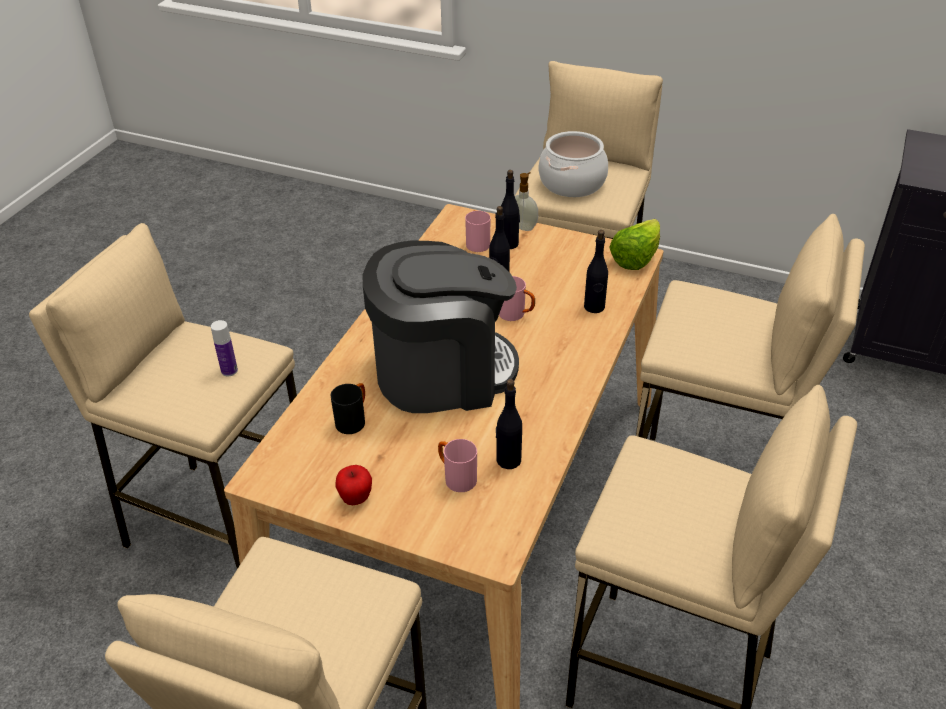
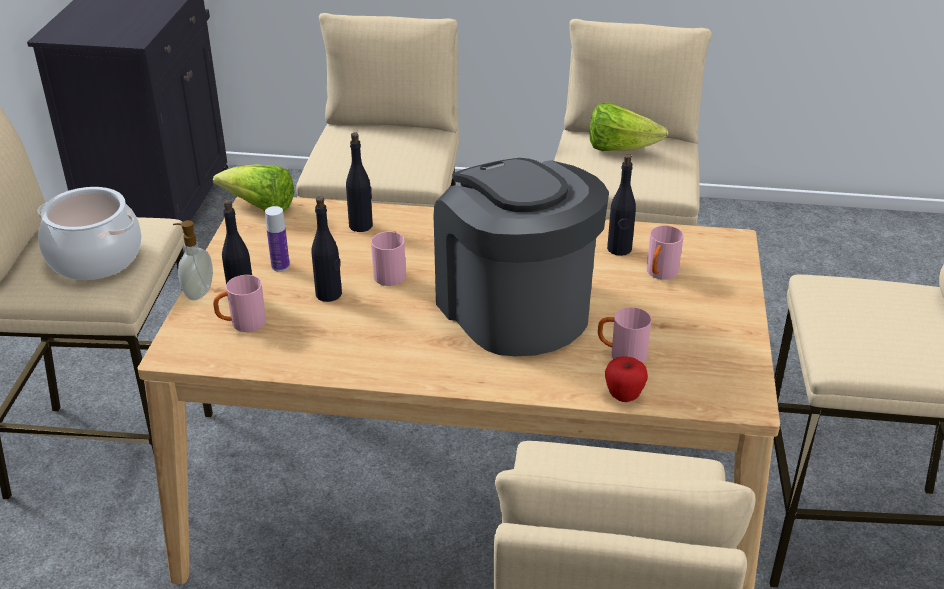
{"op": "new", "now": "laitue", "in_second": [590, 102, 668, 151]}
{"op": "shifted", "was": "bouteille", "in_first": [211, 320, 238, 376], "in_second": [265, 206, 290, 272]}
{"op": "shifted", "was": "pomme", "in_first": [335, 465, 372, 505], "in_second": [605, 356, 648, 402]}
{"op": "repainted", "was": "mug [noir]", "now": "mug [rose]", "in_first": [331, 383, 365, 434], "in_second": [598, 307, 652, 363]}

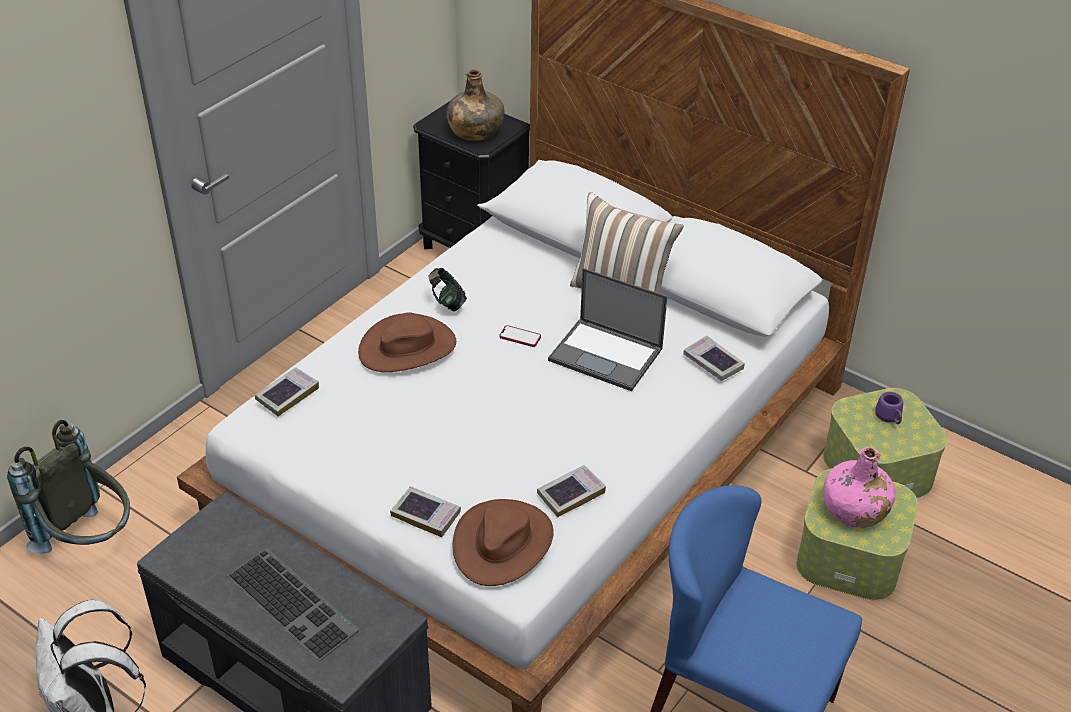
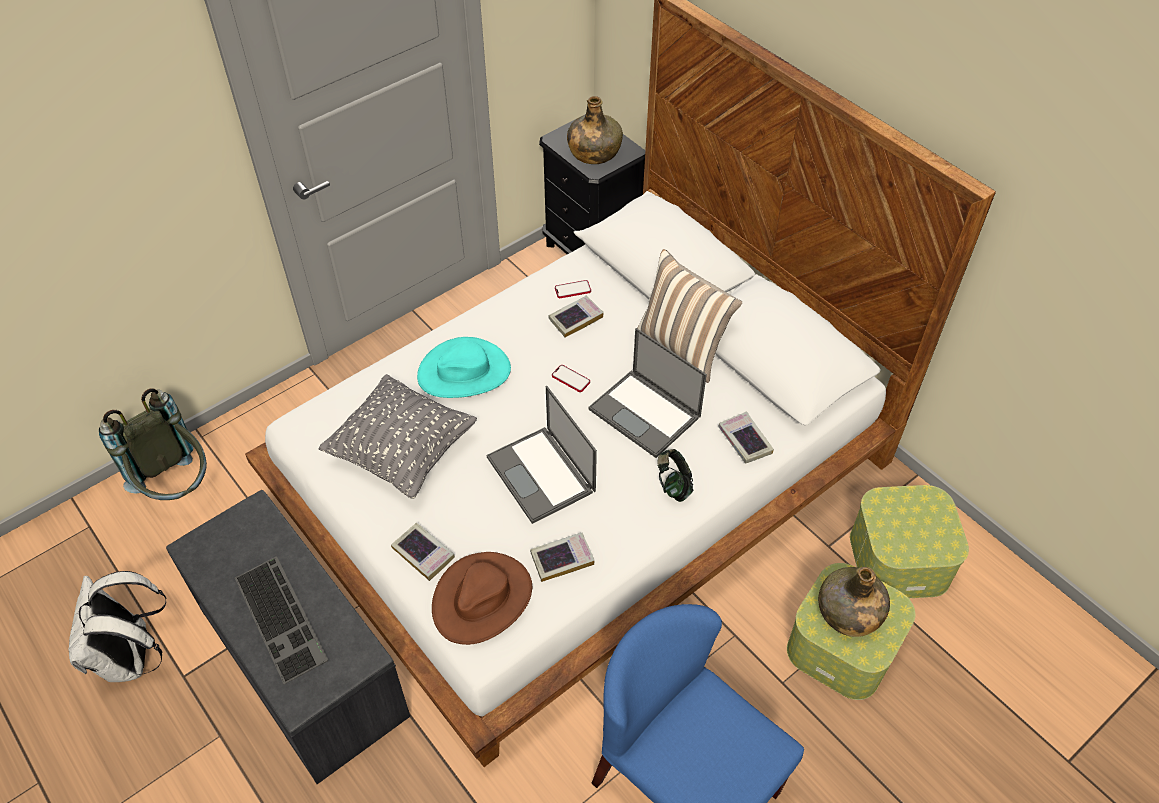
{"op": "gone", "was": "mug [violet]", "in_first": [875, 392, 903, 424]}
{"op": "new", "now": "coussin [gris]", "in_second": [319, 374, 477, 499]}
{"op": "new", "now": "ordinateur portable", "in_second": [487, 386, 597, 524]}
{"op": "new", "now": "téléphone", "in_second": [555, 280, 591, 298]}
{"op": "shifted", "was": "livre", "in_first": [255, 367, 319, 416], "in_second": [548, 296, 604, 338]}
{"op": "shifted", "was": "casque audio", "in_first": [429, 268, 467, 312], "in_second": [657, 449, 694, 502]}
{"op": "repainted", "was": "chapeau [marron]", "now": "chapeau [turquoise]", "in_first": [358, 312, 456, 372], "in_second": [417, 337, 511, 398]}
{"op": "repainted", "was": "bouteille [rose]", "now": "bouteille [vert]", "in_first": [823, 447, 896, 528], "in_second": [818, 567, 890, 637]}

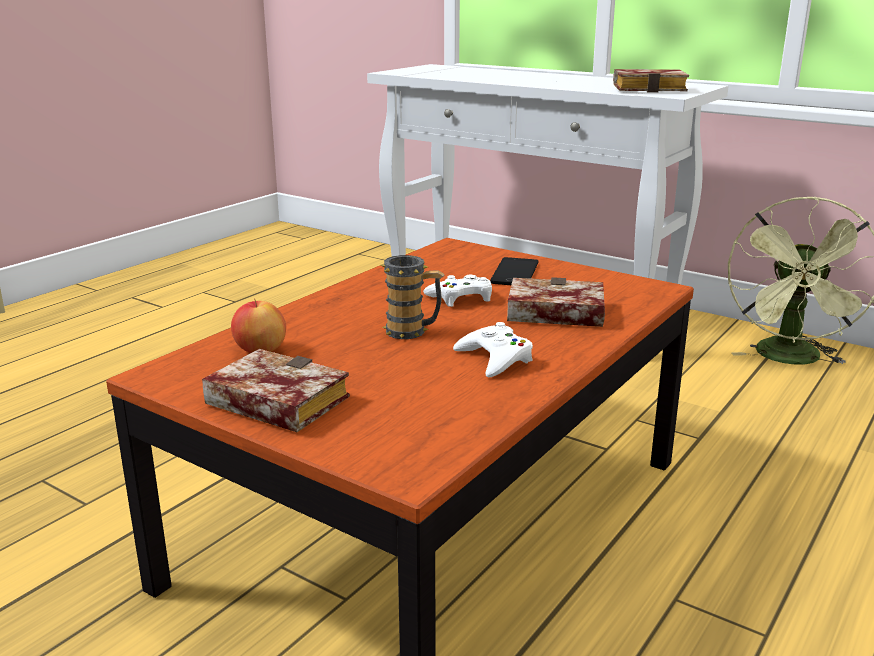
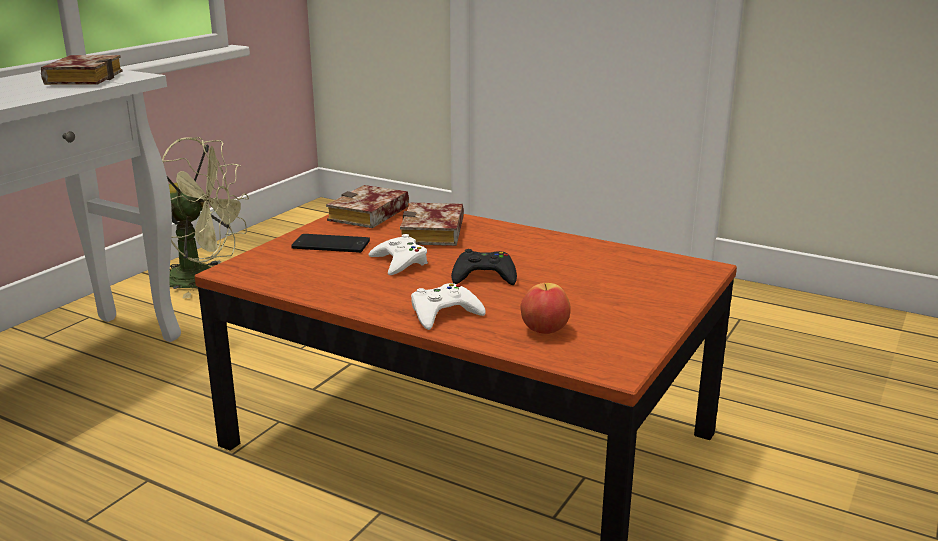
{"op": "shifted", "was": "livre", "in_first": [202, 349, 350, 432], "in_second": [326, 185, 409, 228]}
{"op": "shifted", "was": "manette [blanc]", "in_first": [453, 322, 533, 377], "in_second": [411, 283, 486, 330]}
{"op": "swapped", "was": "mug", "now": "manette [noir]", "in_first": [381, 255, 445, 339], "in_second": [451, 249, 517, 285]}

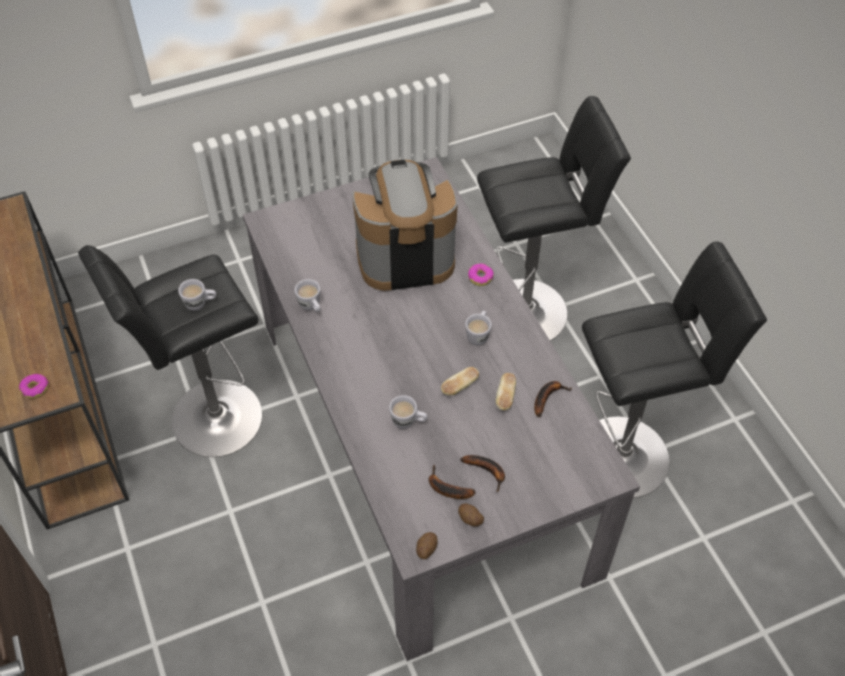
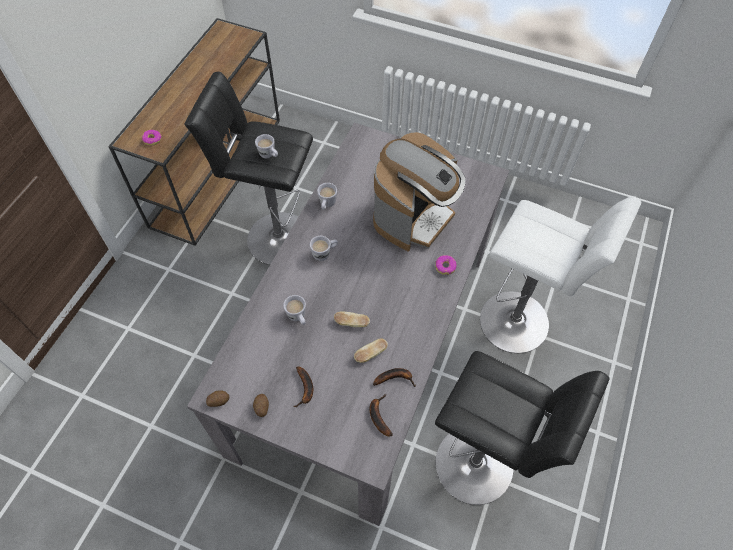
{"op": "shifted", "was": "banane", "in_first": [429, 465, 476, 499], "in_second": [370, 394, 392, 436]}
{"op": "shifted", "was": "mug [blanc]", "in_first": [465, 311, 492, 346], "in_second": [310, 236, 338, 261]}
{"op": "repainted", "was": "tabouret [noir]", "now": "tabouret [blanc]", "in_first": [477, 96, 631, 341], "in_second": [480, 196, 641, 353]}
{"op": "rotated", "was": "machine à café", "in_first": [352, 160, 458, 291], "in_second": [373, 132, 465, 251], "clockwise": 90}

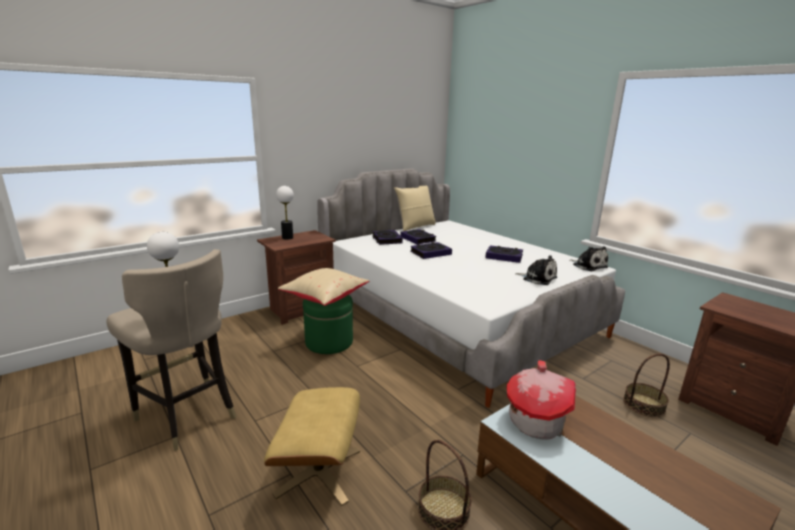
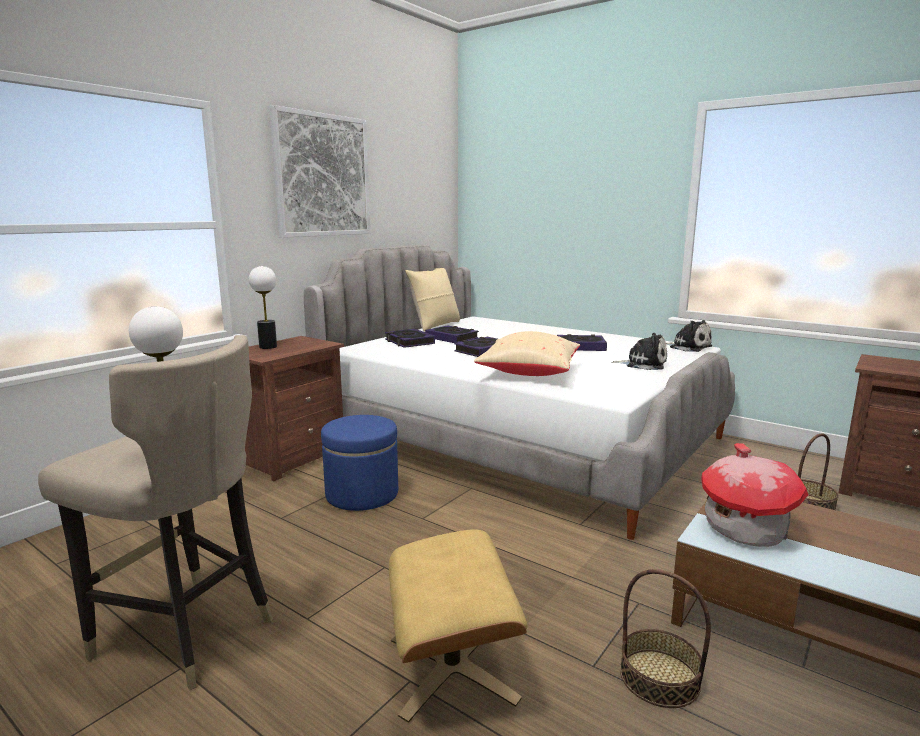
{"op": "new", "now": "tableau", "in_second": [269, 105, 370, 238]}
{"op": "shifted", "was": "coussin [beige]", "in_first": [278, 268, 369, 306], "in_second": [474, 331, 580, 376]}
{"op": "repainted", "was": "pouf [vert]", "now": "pouf [bleu]", "in_first": [303, 295, 353, 354], "in_second": [321, 415, 398, 511]}

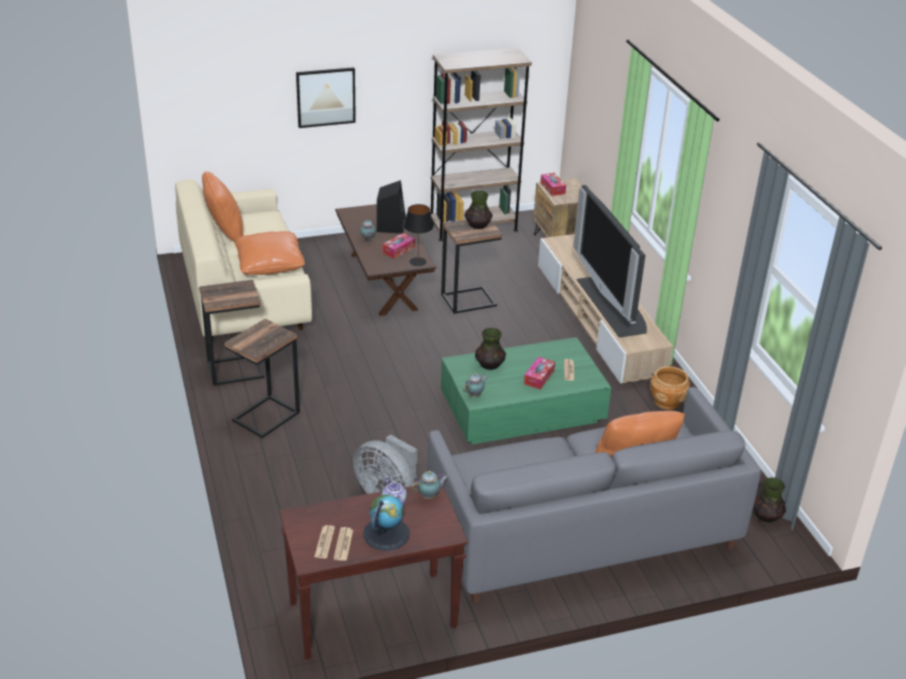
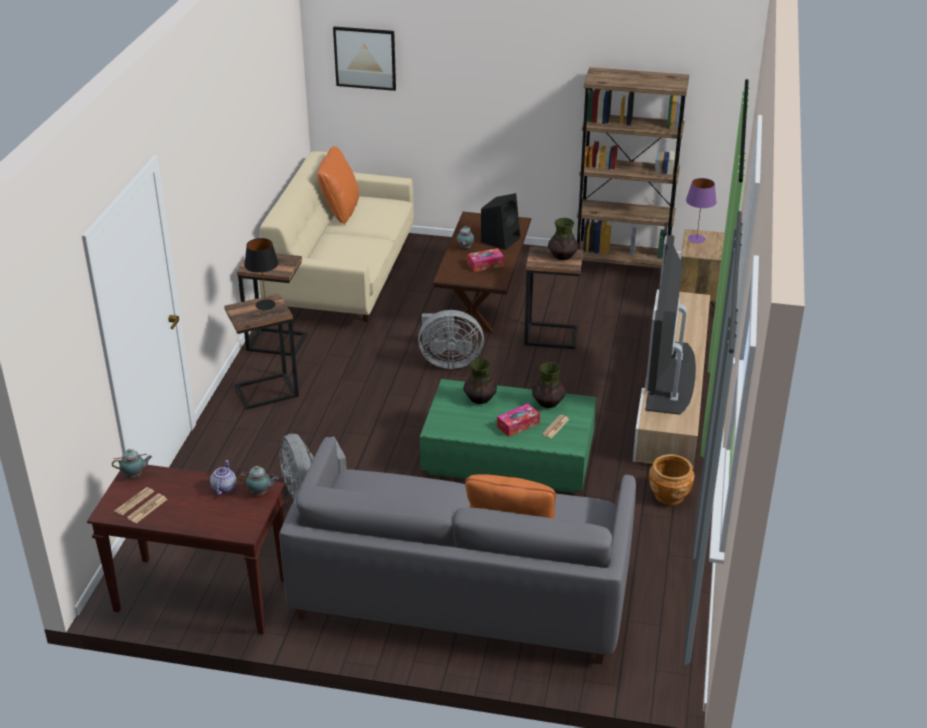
{"op": "gone", "was": "coussin [orange]", "in_first": [235, 231, 305, 275]}
{"op": "gone", "was": "globe", "in_first": [363, 494, 410, 551]}
{"op": "new", "now": "ventilateur [gris]", "in_second": [418, 310, 484, 369]}
{"op": "shifted", "was": "tableau", "in_first": [296, 67, 356, 128], "in_second": [333, 27, 396, 91]}
{"op": "shifted", "was": "lampe de table [noir]", "in_first": [404, 204, 433, 266], "in_second": [244, 238, 279, 310]}
{"op": "shifted", "was": "théière", "in_first": [463, 373, 488, 397], "in_second": [112, 449, 152, 478]}
{"op": "shifted", "was": "vase", "in_first": [753, 477, 786, 523], "in_second": [532, 362, 565, 408]}
{"op": "swapped", "was": "boîte à mouchoirs", "now": "lampe de table [violet]", "in_first": [540, 173, 566, 196], "in_second": [686, 178, 717, 243]}

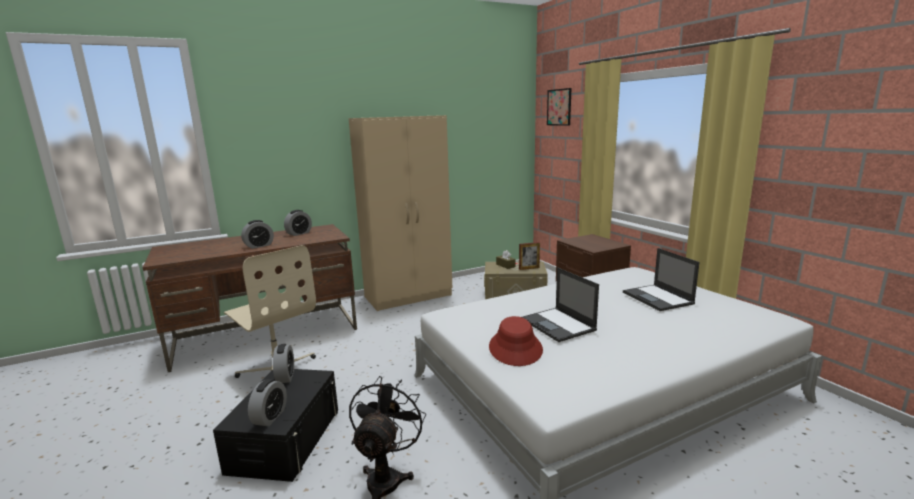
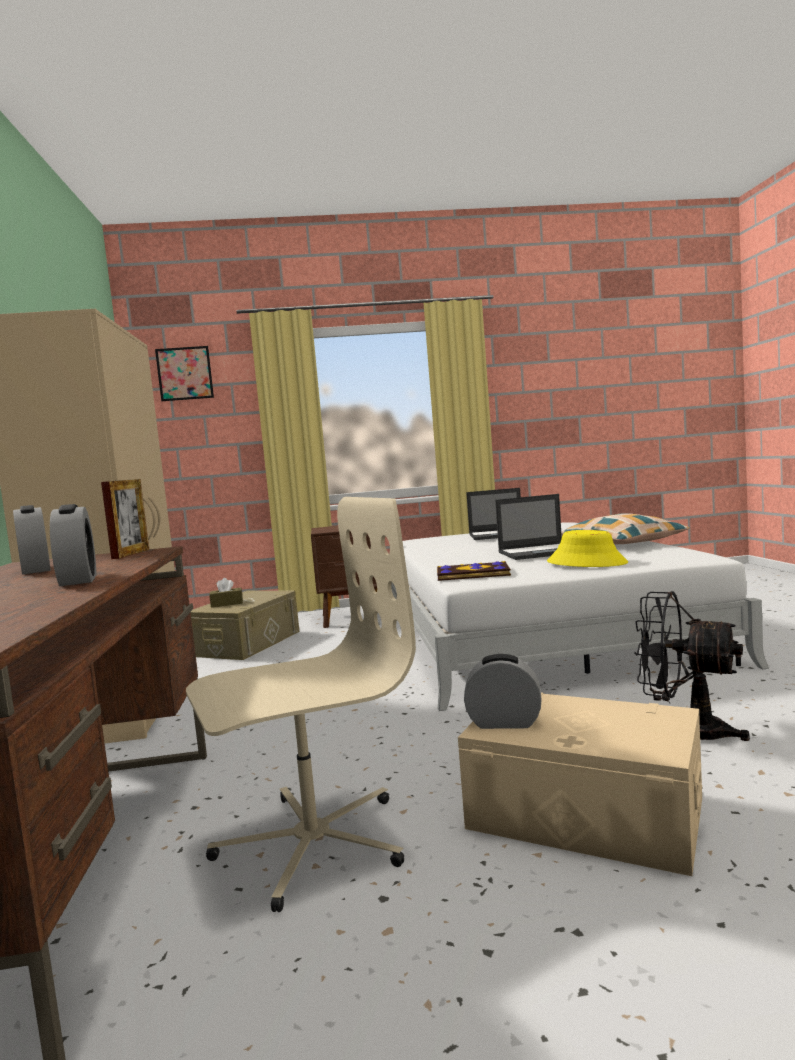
{"op": "gone", "was": "réveil", "in_first": [248, 379, 287, 426]}
{"op": "new", "now": "livre", "in_second": [437, 561, 511, 581]}
{"op": "new", "now": "coussin", "in_second": [561, 513, 689, 545]}
{"op": "shifted", "was": "cadre photo", "in_first": [519, 242, 540, 270], "in_second": [101, 479, 149, 559]}
{"op": "repainted", "was": "boîte de rangement [noir]", "now": "boîte de rangement [beige]", "in_first": [213, 369, 338, 482], "in_second": [458, 693, 702, 876]}
{"op": "repainted", "was": "chapeau [rouge]", "now": "chapeau [jaune]", "in_first": [489, 316, 543, 366], "in_second": [547, 530, 628, 567]}

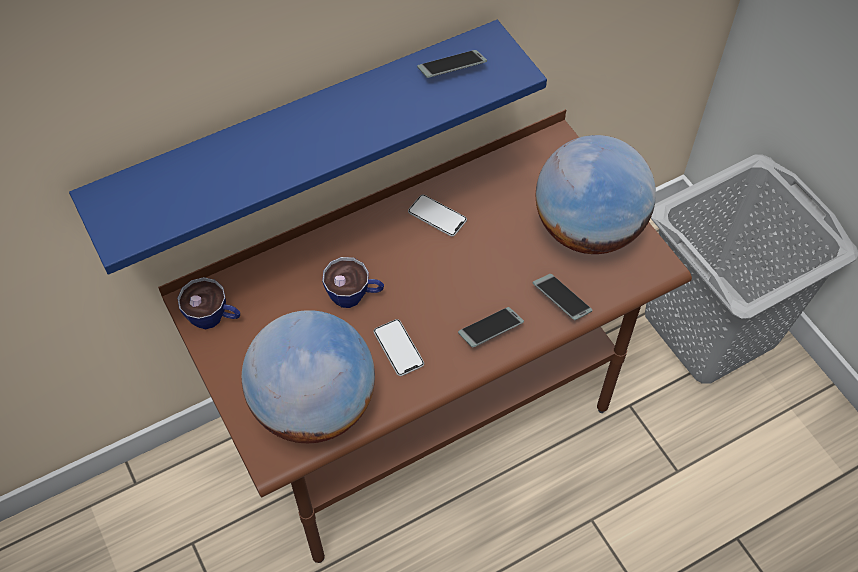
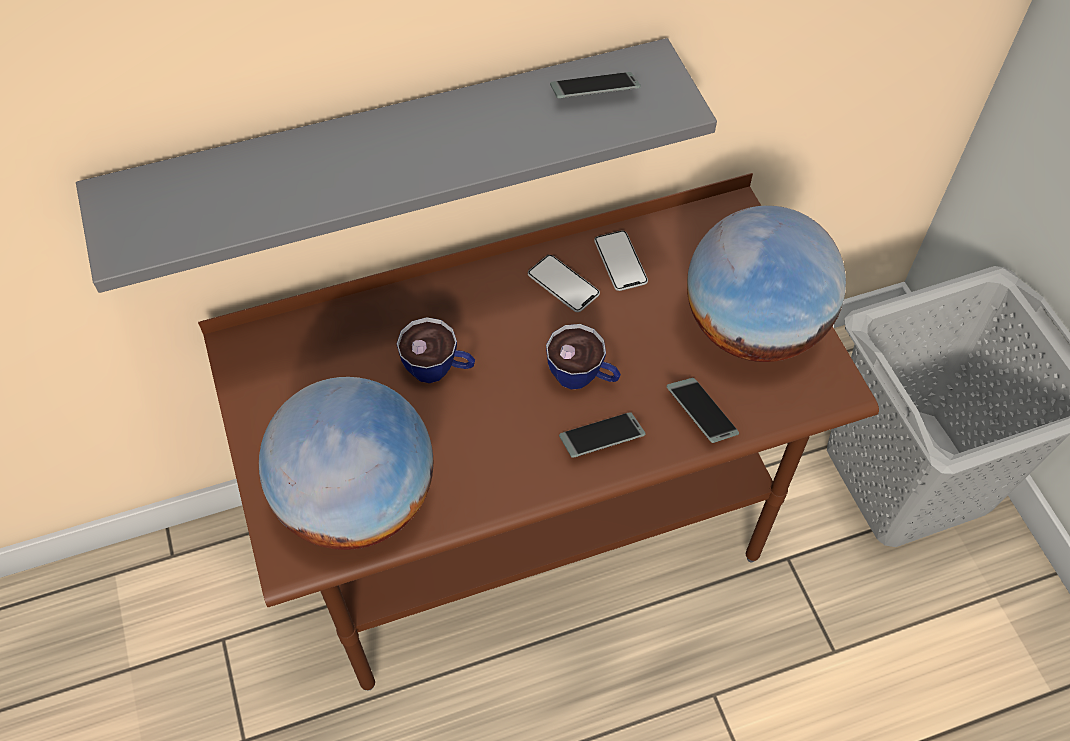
{"op": "shifted", "was": "tasse", "in_first": [177, 277, 240, 329], "in_second": [546, 324, 621, 389]}
{"op": "shifted", "was": "téléphone", "in_first": [373, 319, 424, 376], "in_second": [594, 231, 648, 291]}
{"op": "repainted", "was": "étagère [bleu]", "now": "étagère [gris]", "in_first": [69, 20, 547, 275], "in_second": [76, 38, 717, 293]}

